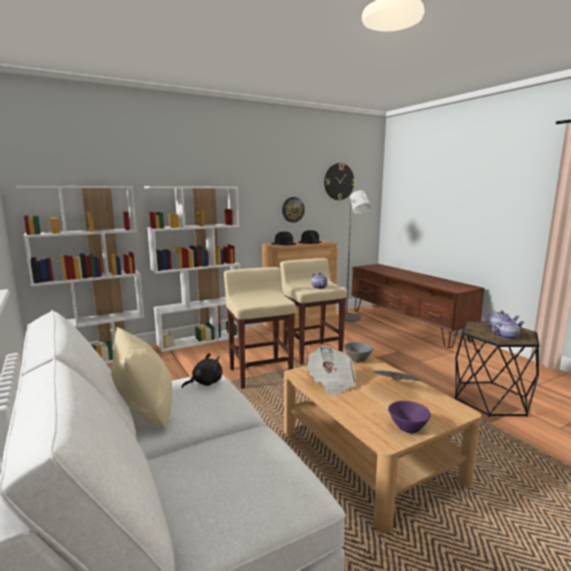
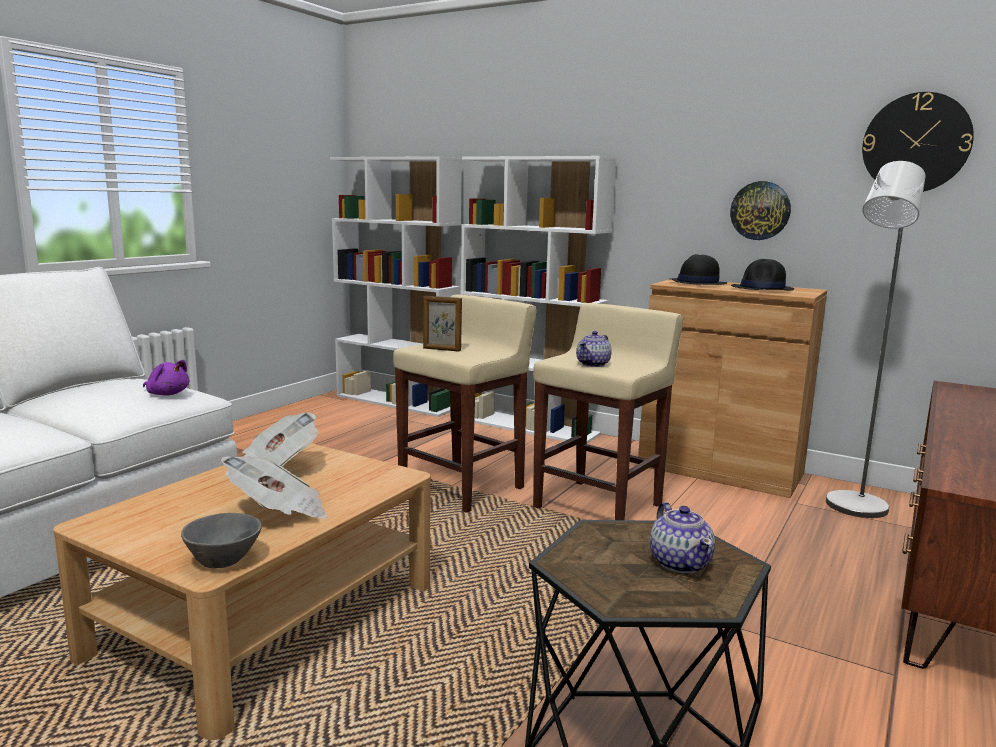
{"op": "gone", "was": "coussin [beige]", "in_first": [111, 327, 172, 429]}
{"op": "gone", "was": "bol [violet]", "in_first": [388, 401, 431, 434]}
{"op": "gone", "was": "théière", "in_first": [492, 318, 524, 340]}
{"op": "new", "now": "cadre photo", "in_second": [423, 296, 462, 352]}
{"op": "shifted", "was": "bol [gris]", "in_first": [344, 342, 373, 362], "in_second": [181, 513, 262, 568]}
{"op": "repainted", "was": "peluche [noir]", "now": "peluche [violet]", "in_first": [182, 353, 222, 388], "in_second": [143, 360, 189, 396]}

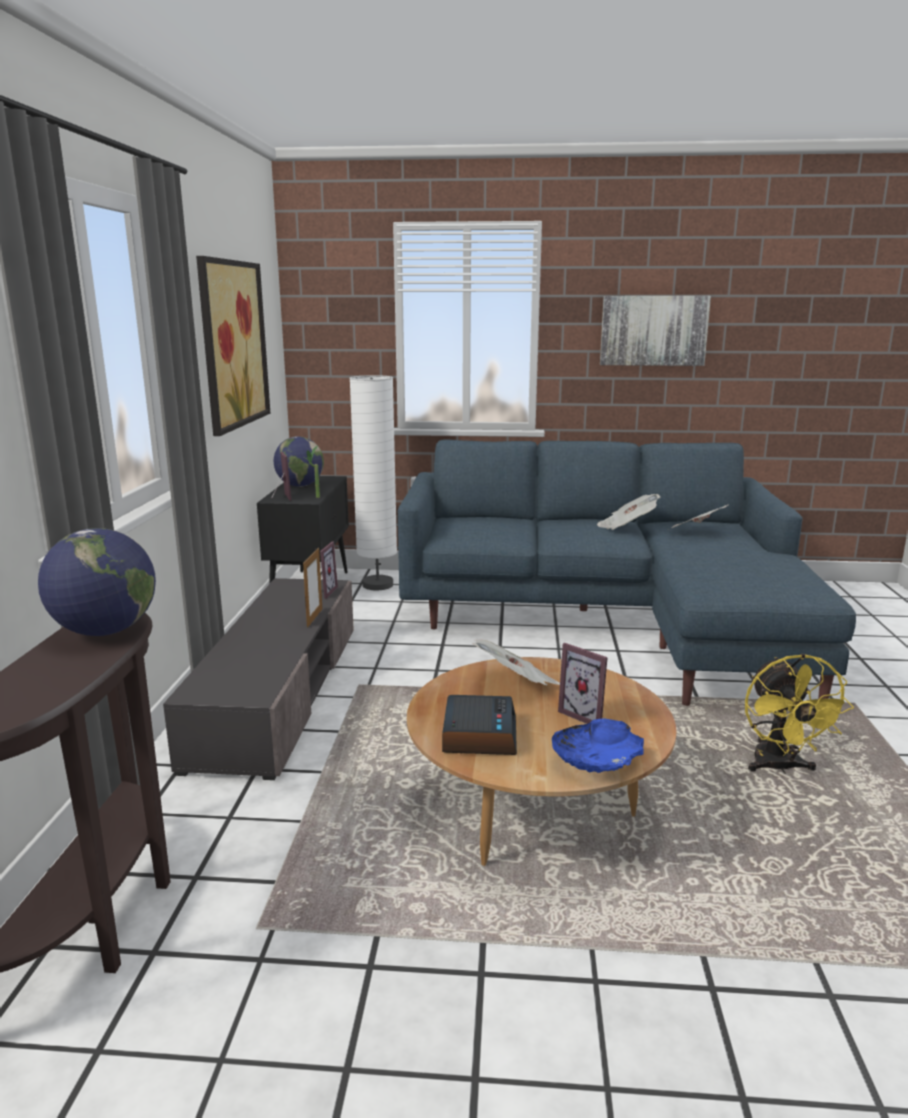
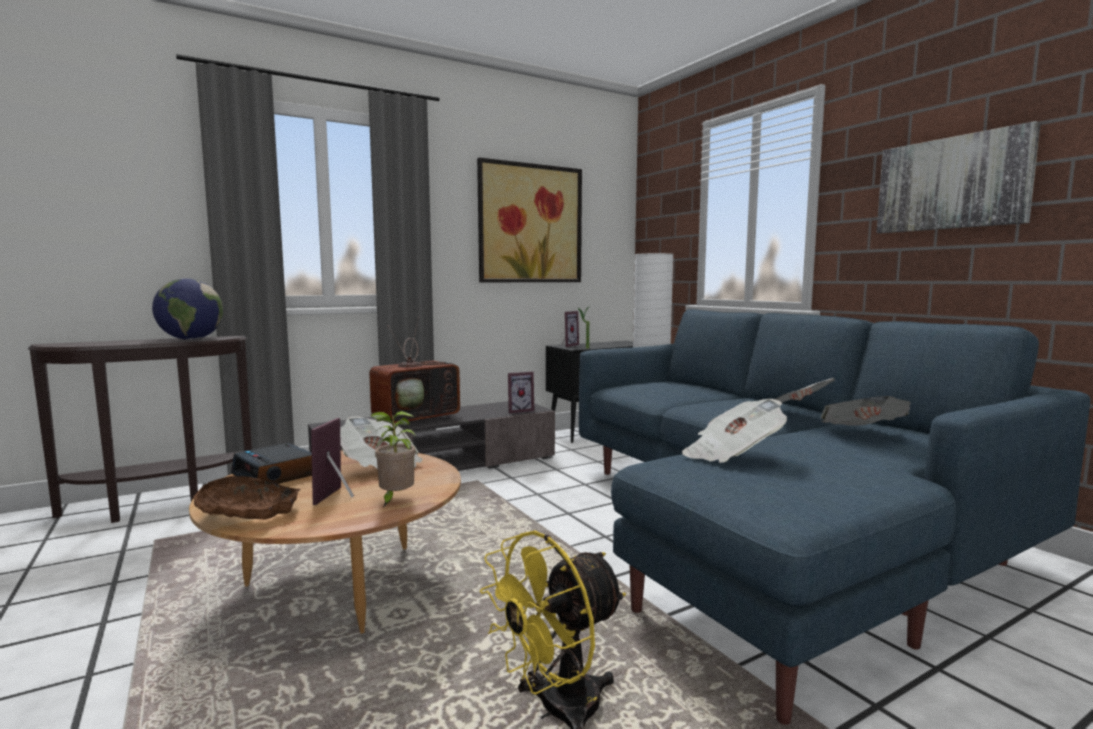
{"op": "gone", "was": "globe", "in_first": [274, 436, 324, 487]}
{"op": "gone", "was": "cadre photo", "in_first": [303, 548, 322, 628]}
{"op": "new", "now": "téléviseur", "in_second": [369, 317, 460, 426]}
{"op": "new", "now": "plante en pot", "in_second": [370, 411, 416, 508]}
{"op": "new", "now": "journal", "in_second": [682, 399, 787, 463]}
{"op": "repainted", "was": "bol [bleu]", "now": "bol [marron]", "in_first": [552, 718, 644, 773], "in_second": [194, 476, 300, 519]}
{"op": "rotated", "was": "réveil", "in_first": [442, 695, 517, 755], "in_second": [231, 443, 312, 484], "clockwise": 75}

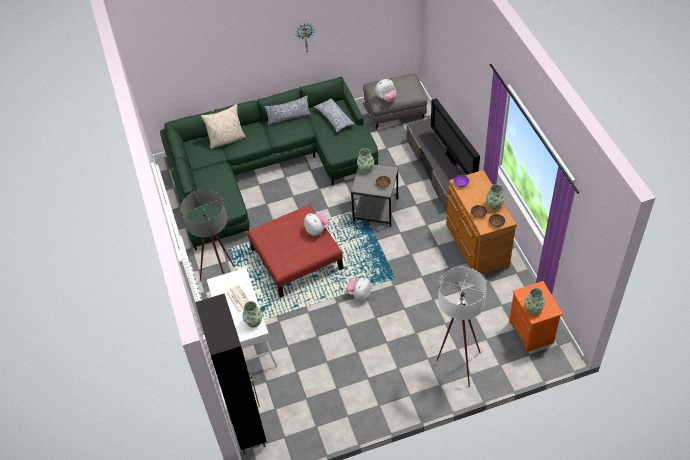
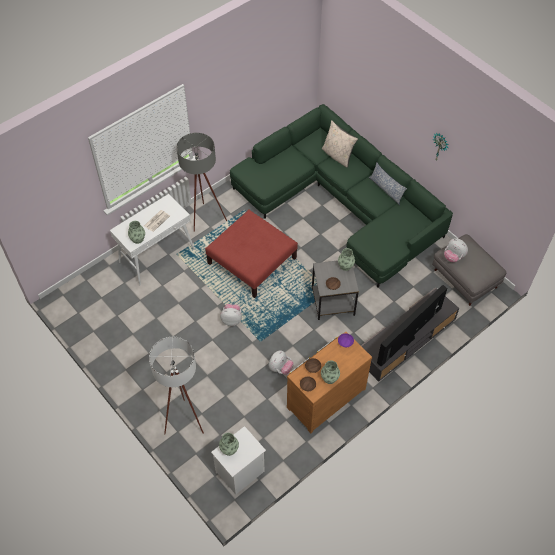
{"op": "gone", "was": "meuble de rangement [noir]", "in_first": [195, 293, 267, 454]}
{"op": "gone", "was": "coussin", "in_first": [313, 98, 355, 132]}
{"op": "shifted", "was": "peluche", "in_first": [304, 213, 330, 236], "in_second": [268, 350, 294, 375]}
{"op": "repainted", "was": "table de chevet [orange]", "now": "table de chevet [blanc]", "in_first": [509, 281, 563, 353], "in_second": [211, 426, 266, 495]}

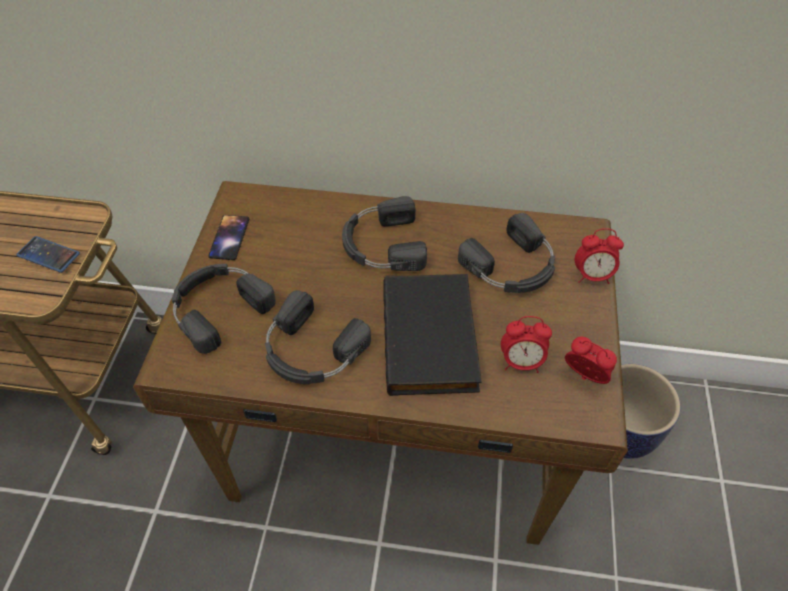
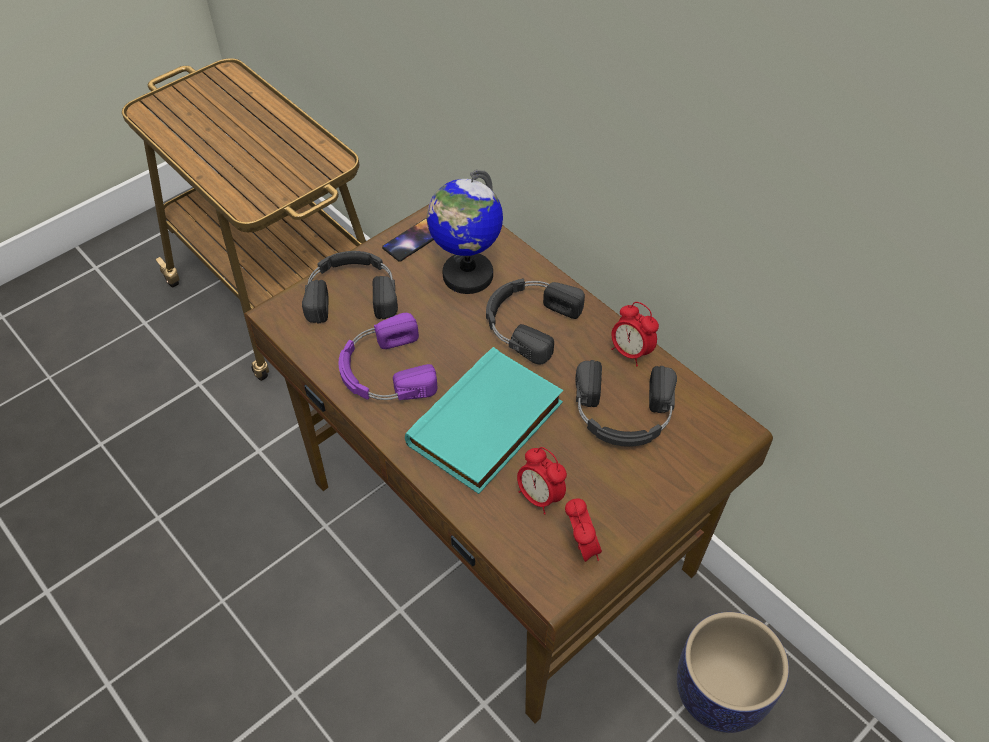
{"op": "gone", "was": "téléphone", "in_first": [16, 236, 80, 273]}
{"op": "new", "now": "globe", "in_second": [427, 170, 503, 294]}
{"op": "shifted", "was": "réveil", "in_first": [575, 228, 624, 284], "in_second": [611, 302, 659, 366]}
{"op": "repainted", "was": "casque audio [noir]", "now": "casque audio [violet]", "in_first": [265, 290, 371, 384], "in_second": [338, 313, 438, 400]}
{"op": "repainted", "was": "livre [noir]", "now": "livre [turquoise]", "in_first": [383, 274, 482, 396], "in_second": [405, 347, 564, 494]}

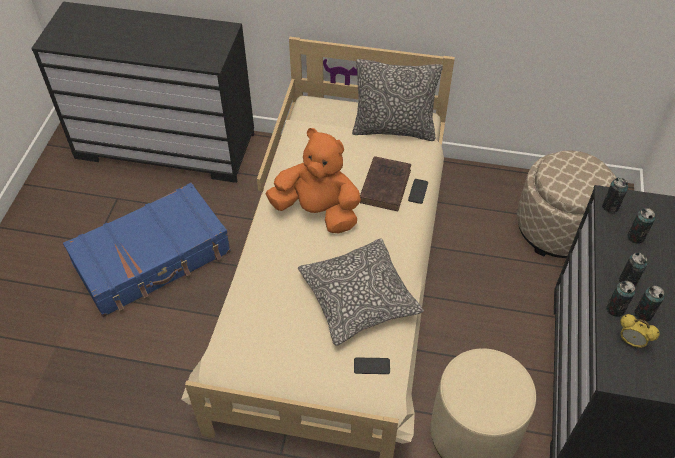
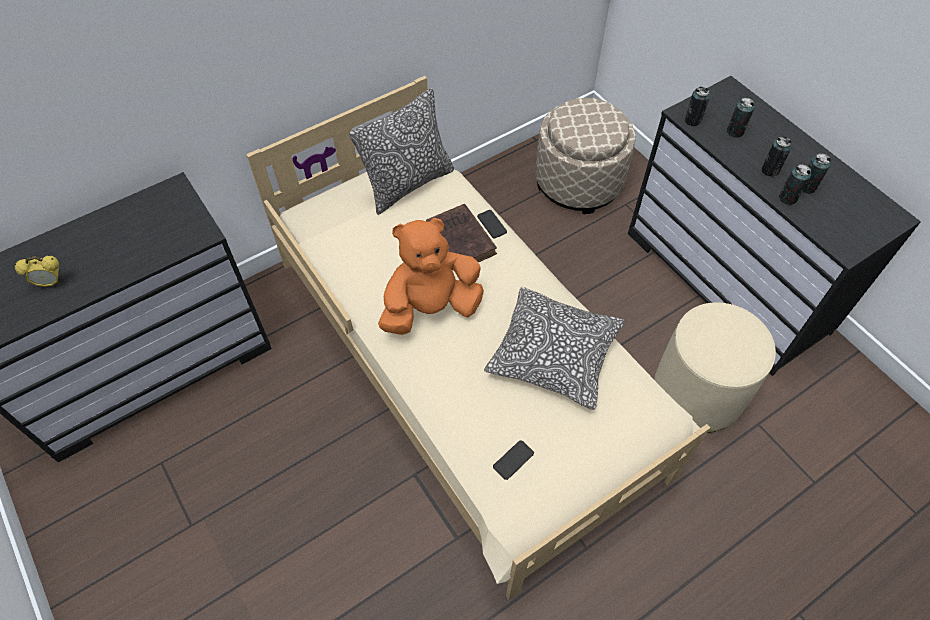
{"op": "gone", "was": "valise [bleu]", "in_first": [63, 183, 231, 317]}
{"op": "shifted", "was": "téléphone", "in_first": [354, 358, 390, 374], "in_second": [493, 440, 534, 480]}
{"op": "shifted", "was": "réveil", "in_first": [620, 314, 659, 348], "in_second": [14, 256, 60, 287]}

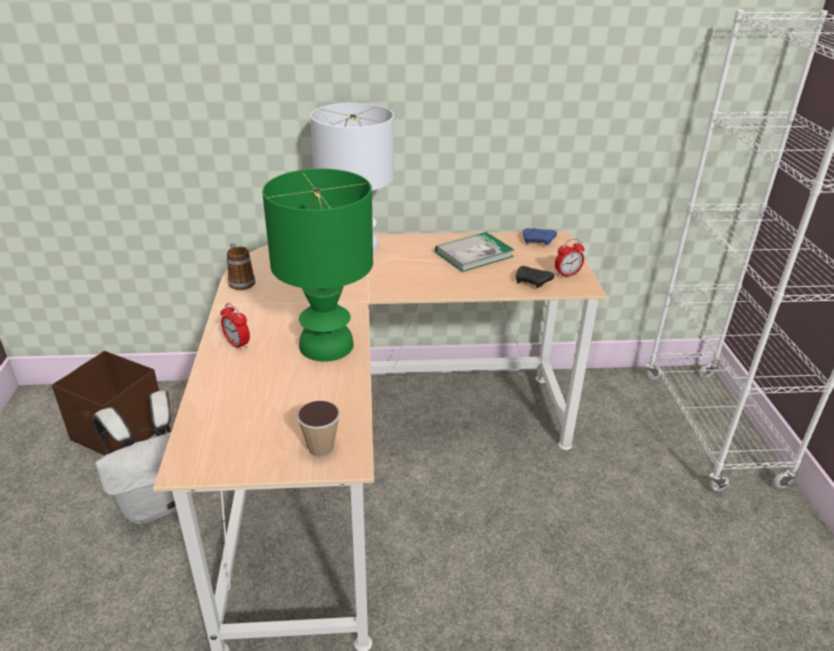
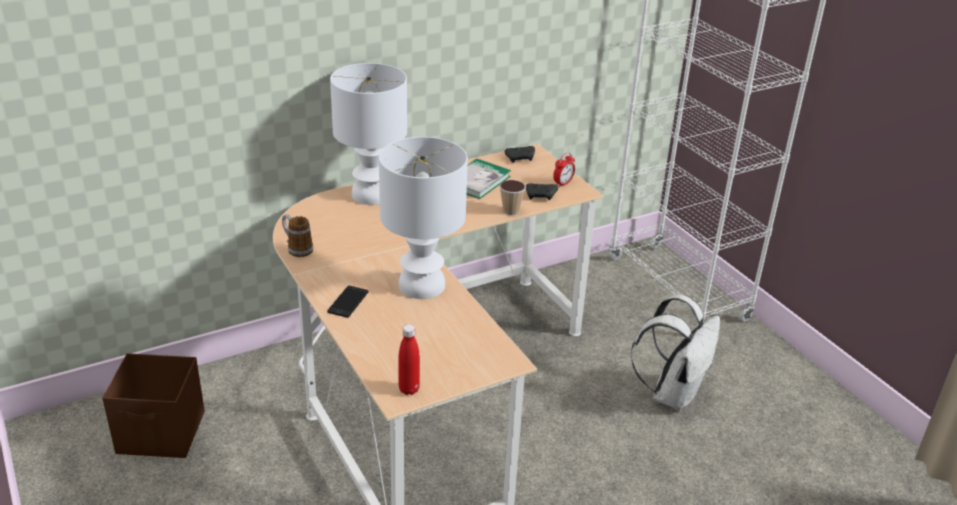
{"op": "new", "now": "bouteille [rouge]", "in_second": [398, 324, 420, 395]}
{"op": "shifted", "was": "sac à dos [blanc]", "in_first": [92, 391, 192, 524], "in_second": [631, 294, 720, 411]}
{"op": "shifted", "was": "tasse", "in_first": [297, 400, 340, 457], "in_second": [499, 180, 526, 215]}
{"op": "swapped", "was": "réveil", "now": "téléphone", "in_first": [220, 303, 250, 351], "in_second": [327, 286, 369, 318]}
{"op": "repainted", "was": "lampe de table [vert]", "now": "lampe de table [blanc]", "in_first": [262, 169, 373, 362], "in_second": [379, 137, 468, 299]}
{"op": "repainted", "was": "manette [bleu]", "now": "manette [noir]", "in_first": [523, 228, 557, 246], "in_second": [505, 146, 535, 163]}

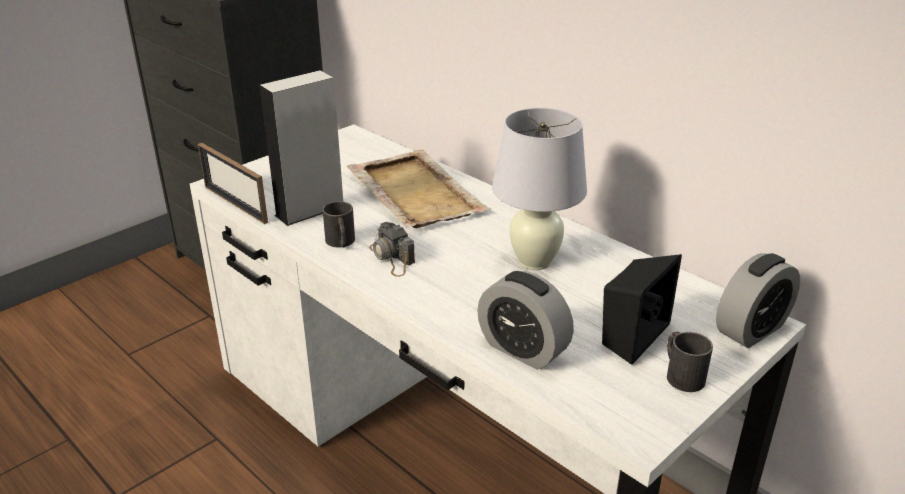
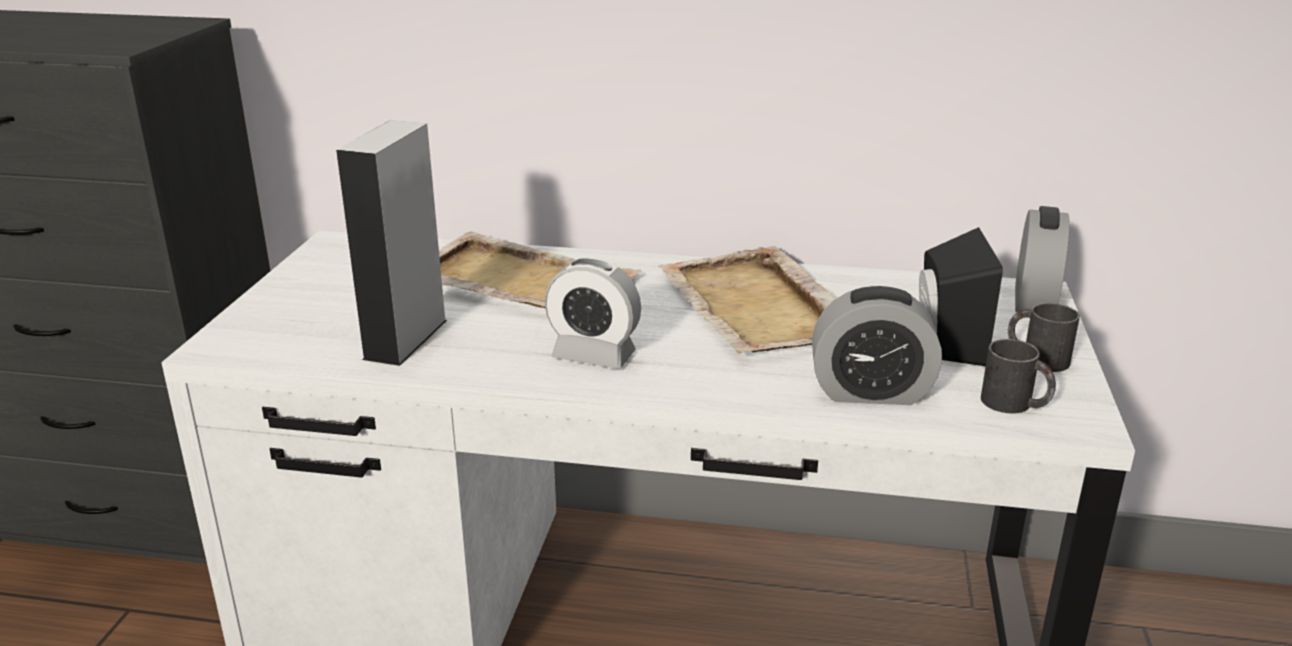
{"op": "gone", "was": "cadre photo", "in_first": [198, 143, 268, 224]}
{"op": "shifted", "was": "mug [noir]", "in_first": [323, 201, 355, 248], "in_second": [981, 339, 1056, 414]}
{"op": "swapped", "was": "appareil photo", "now": "réveil", "in_first": [369, 222, 415, 277], "in_second": [545, 258, 641, 369]}
{"op": "swapped", "was": "lampe de table [blanc]", "now": "plateau [beige]", "in_first": [492, 108, 587, 270], "in_second": [658, 246, 835, 354]}

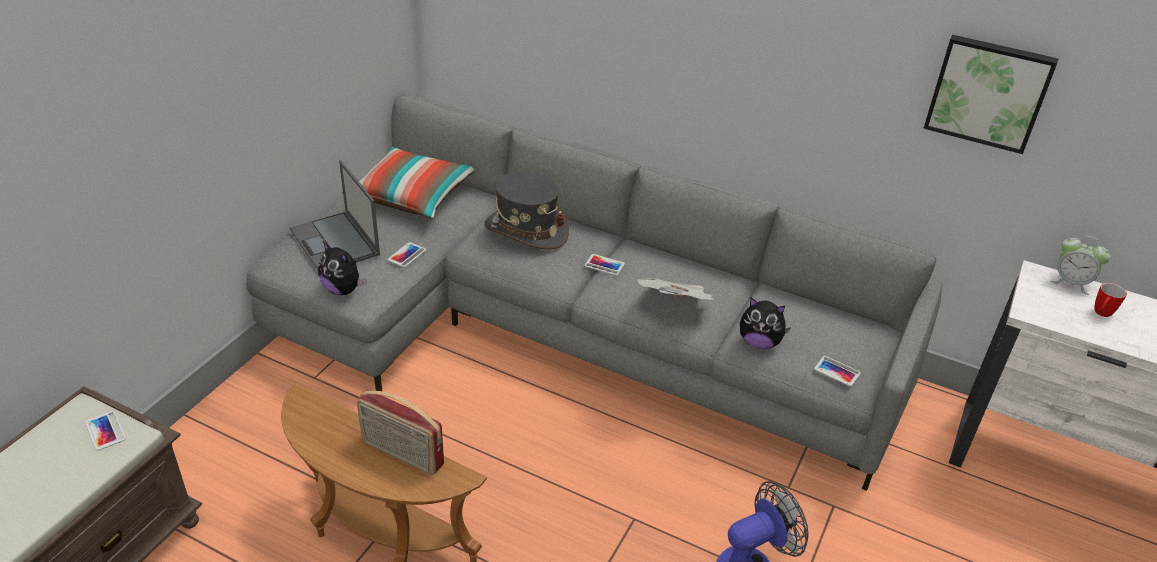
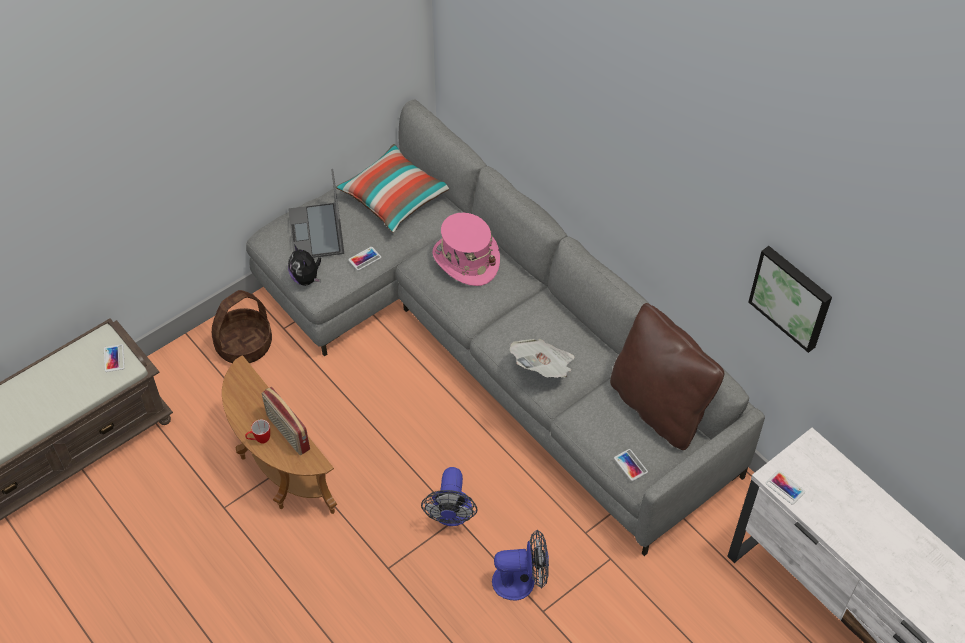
{"op": "gone", "was": "peluche", "in_first": [740, 298, 791, 349]}
{"op": "gone", "was": "réveil", "in_first": [1050, 236, 1110, 295]}
{"op": "new", "now": "panier", "in_second": [212, 290, 272, 363]}
{"op": "new", "now": "ventilateur", "in_second": [421, 467, 478, 526]}
{"op": "new", "now": "coussin [marron]", "in_second": [610, 303, 724, 450]}
{"op": "shifted", "was": "téléphone", "in_first": [585, 254, 625, 276], "in_second": [766, 471, 805, 504]}
{"op": "shifted", "was": "mug", "in_first": [1094, 283, 1127, 317], "in_second": [245, 419, 270, 444]}
{"op": "repainted", "was": "chapeau [gris]", "now": "chapeau [rose]", "in_first": [484, 172, 569, 250], "in_second": [432, 213, 500, 286]}

